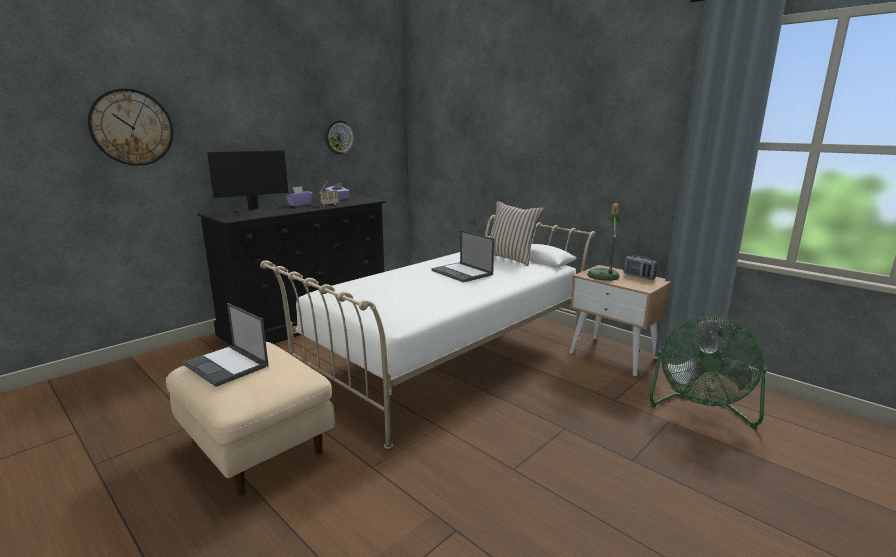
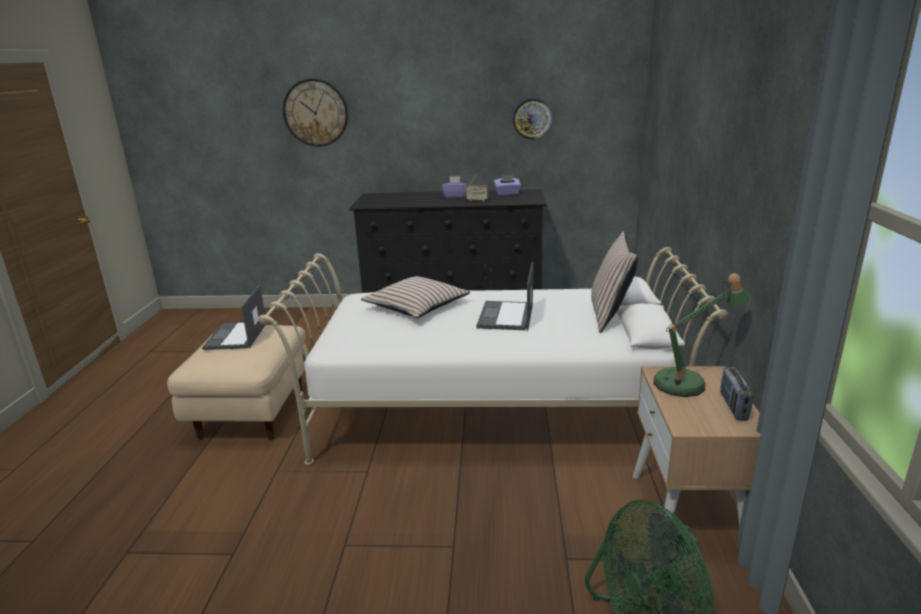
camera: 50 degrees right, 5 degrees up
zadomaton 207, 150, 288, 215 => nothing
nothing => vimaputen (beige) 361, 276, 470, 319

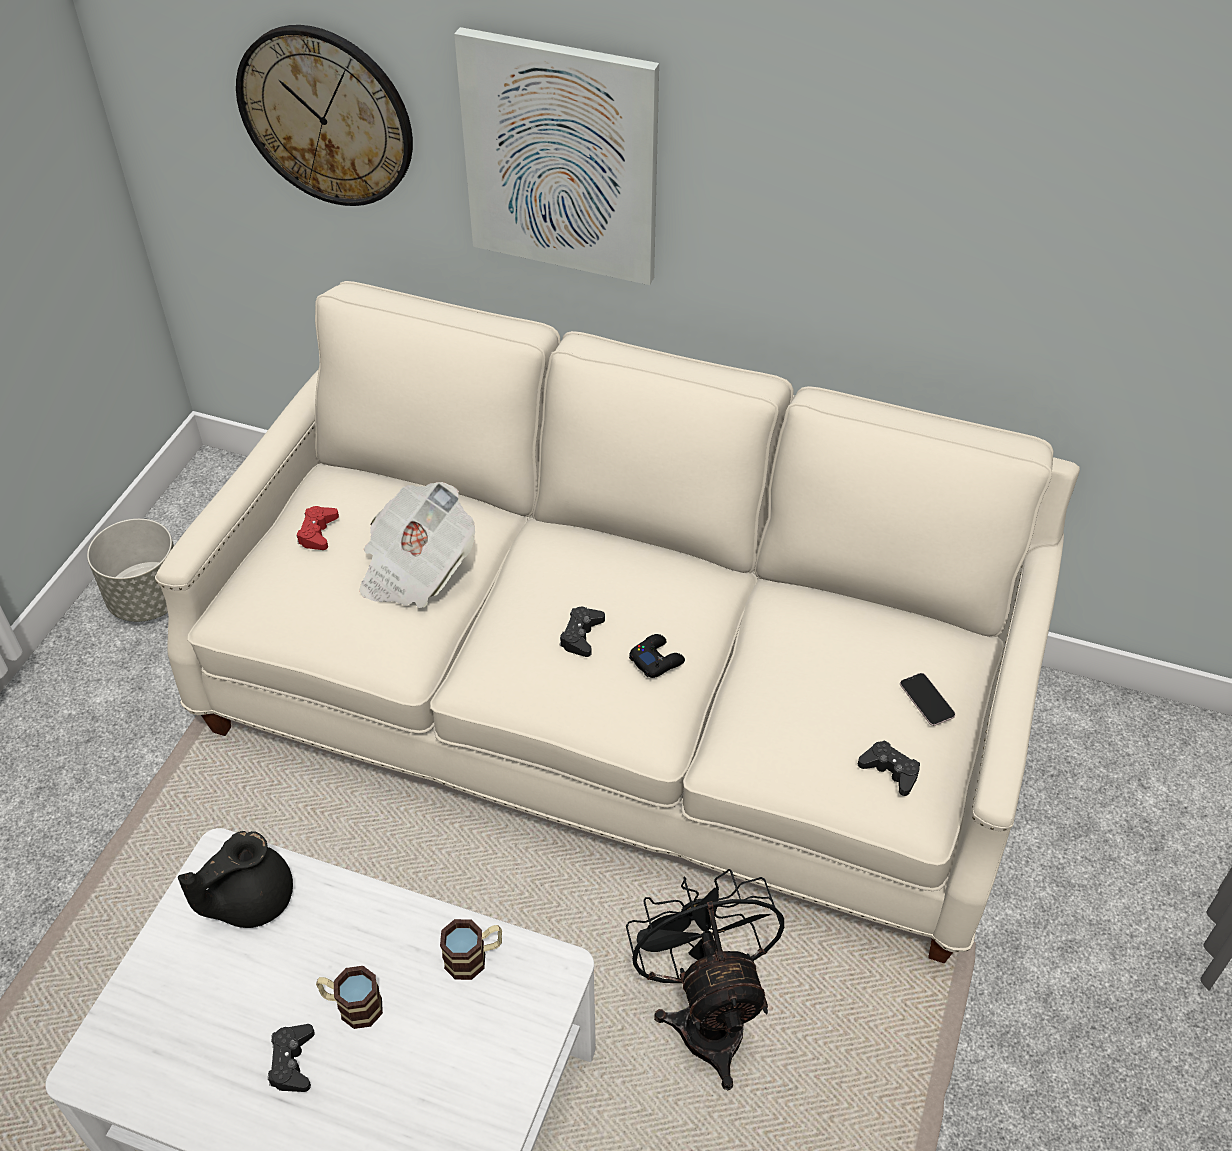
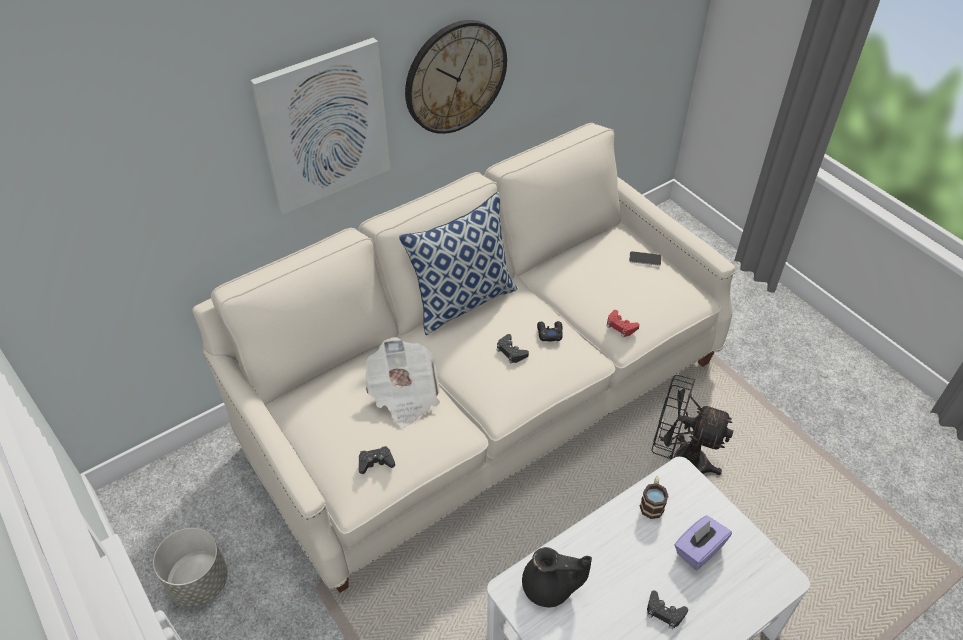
camera: 55 degrees left, 0 degrees up
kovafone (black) 178, 831, 293, 928 => kovafone (black) 522, 547, 592, 607, 75 degrees counterclockwise
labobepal 236, 25, 413, 206 => labobepal 405, 20, 507, 134, shifted
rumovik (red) 297, 506, 339, 550 => rumovik (red) 606, 310, 640, 337, shifted
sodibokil 316, 966, 383, 1029 => nothing
rumovik (black) 858, 740, 920, 796 => rumovik (black) 359, 446, 395, 474, shifted
nothing => vimaputen 399, 192, 518, 335
nothing => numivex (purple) 674, 516, 732, 570

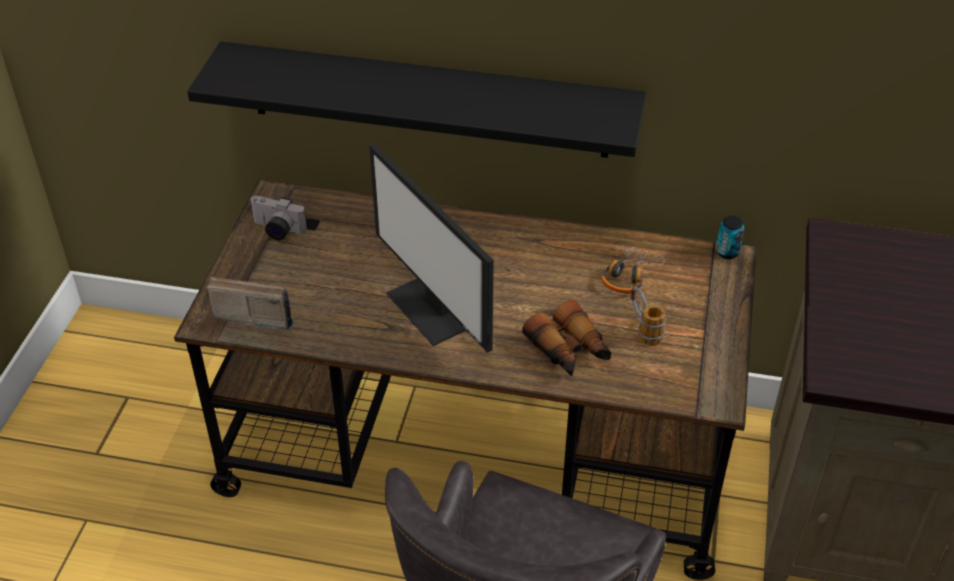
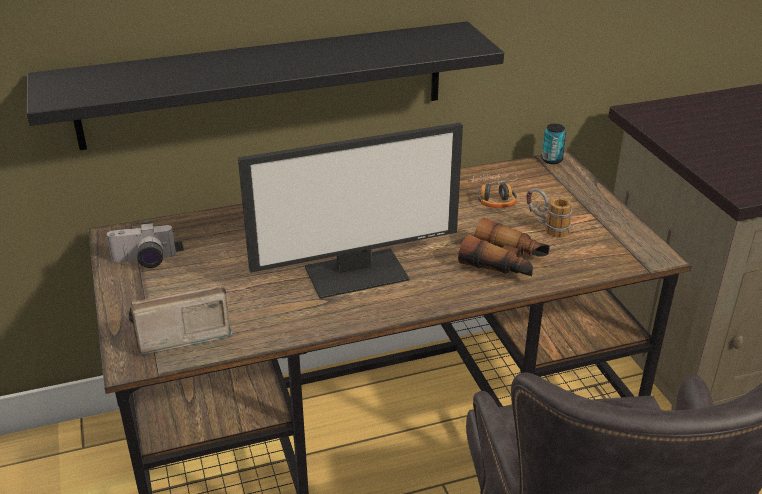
camera: 30 degrees left, 10 degrees down
zadomaton 369, 143, 494, 353 => zadomaton 238, 122, 463, 299, 45 degrees counterclockwise

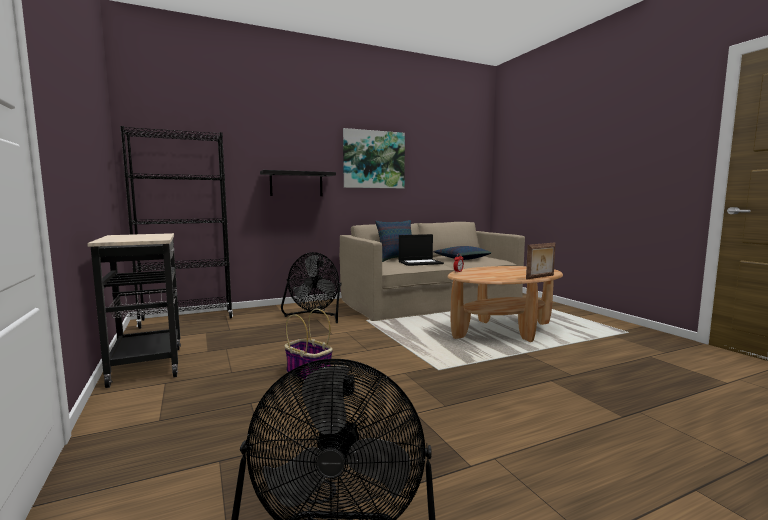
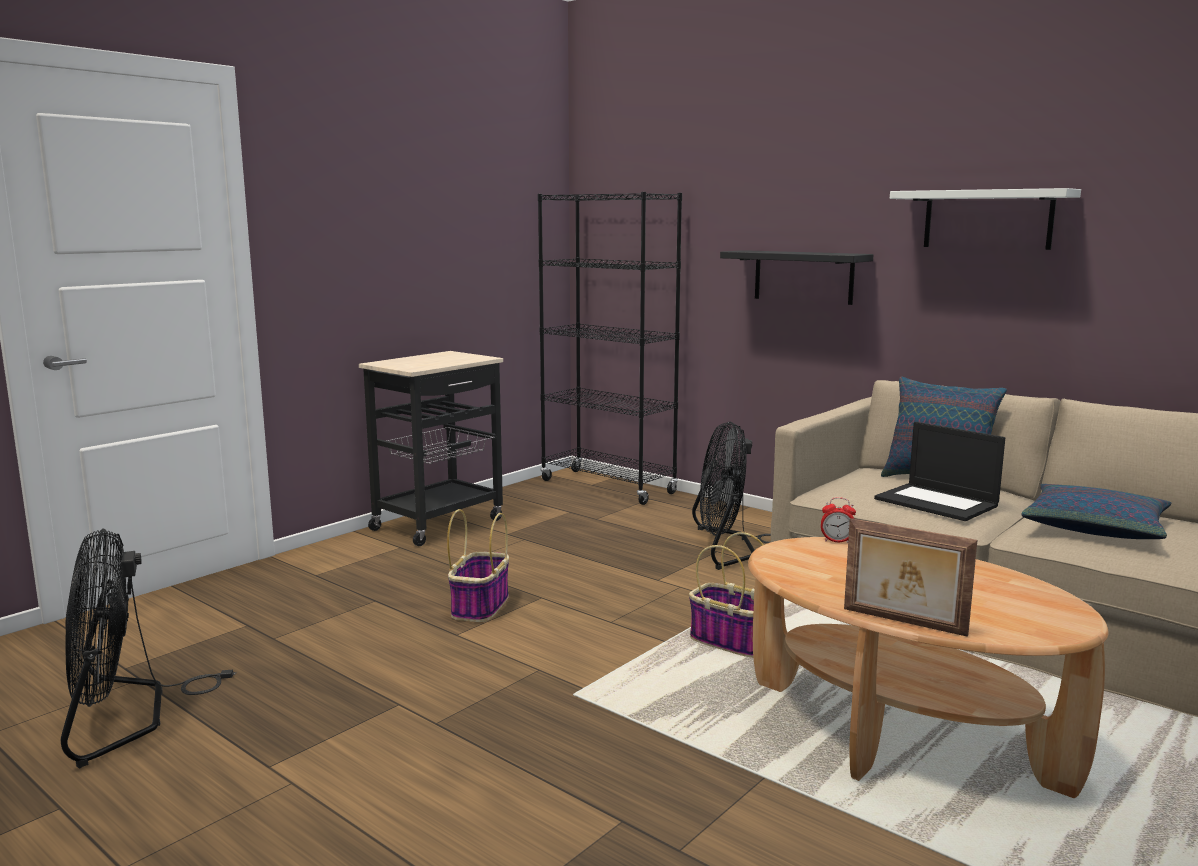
camera: 65 degrees right, 5 degrees up
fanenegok 343, 128, 405, 188 => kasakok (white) 890, 188, 1081, 250
nothing => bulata 689, 532, 764, 658

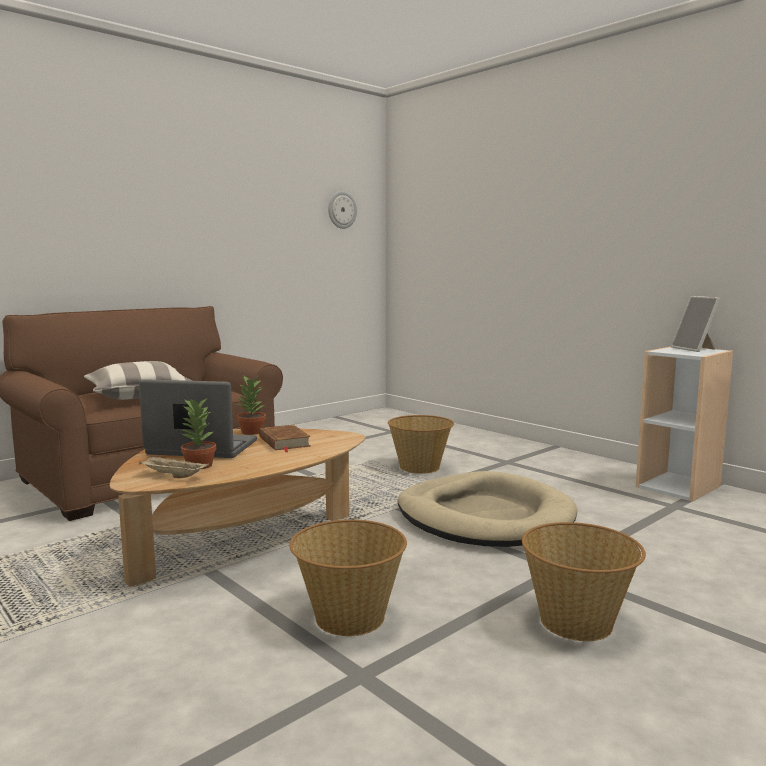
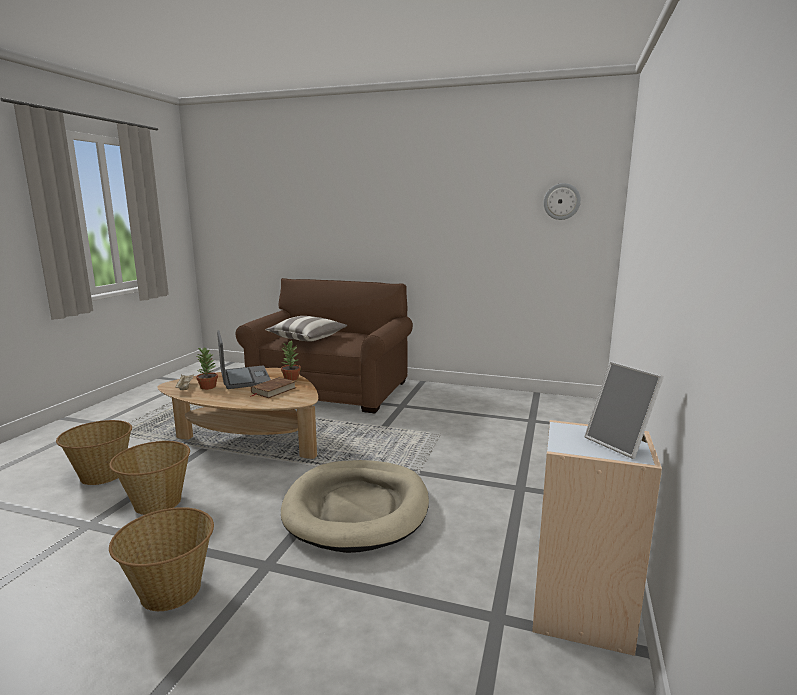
camera: 60 degrees right, 5 degrees up
bulata 388, 415, 454, 474 => bulata 56, 420, 132, 485, shifted
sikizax 671, 296, 720, 352 => sikizax 584, 361, 664, 459, 75 degrees counterclockwise

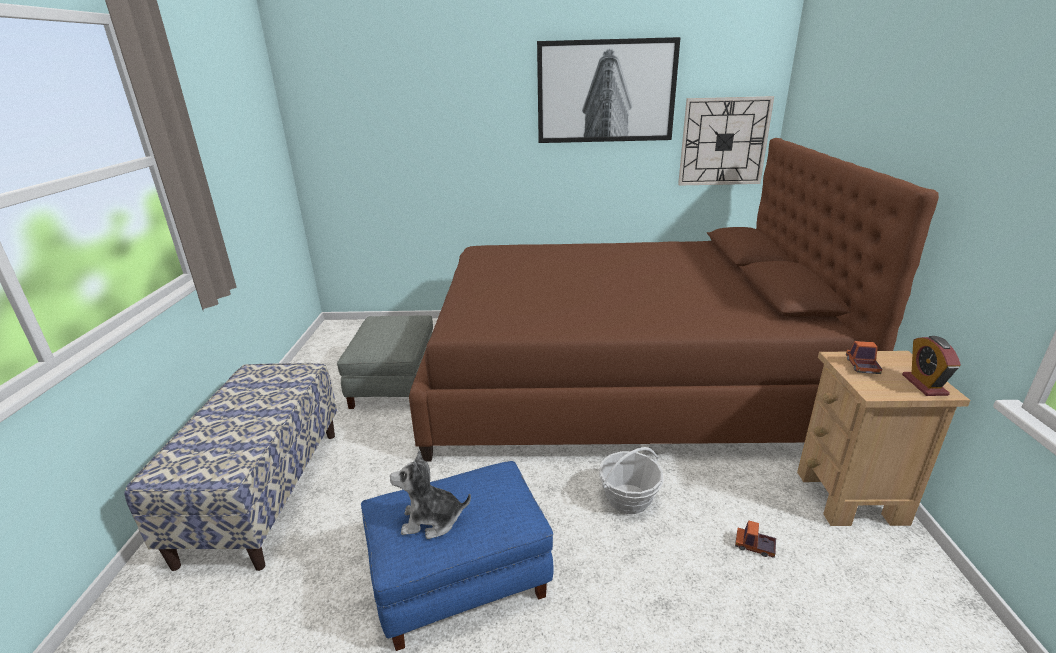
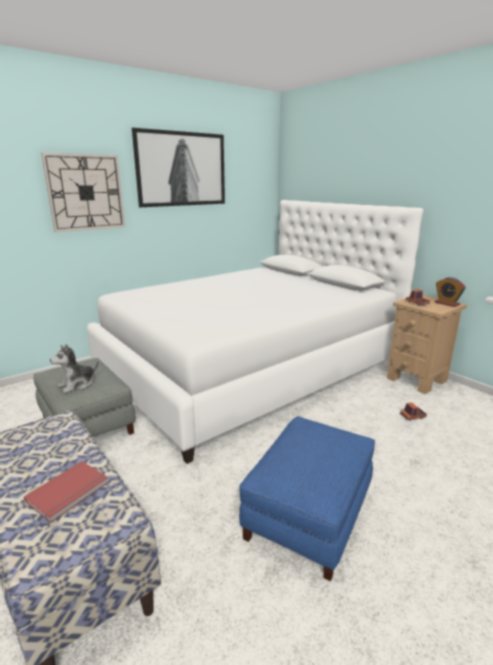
camera: 40 degrees left, 5 degrees down
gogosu 390, 450, 471, 539 => gogosu 50, 344, 99, 393, shifted
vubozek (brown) 409, 138, 939, 461 => vubozek (white) 87, 200, 423, 464
bulata 599, 447, 663, 514 => nothing
labobepal 678, 96, 774, 186 => labobepal 41, 153, 125, 232, shifted
nothing => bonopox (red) 24, 461, 109, 523

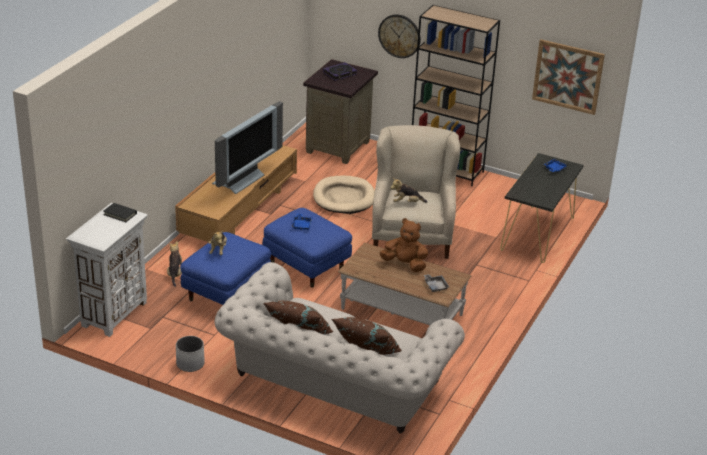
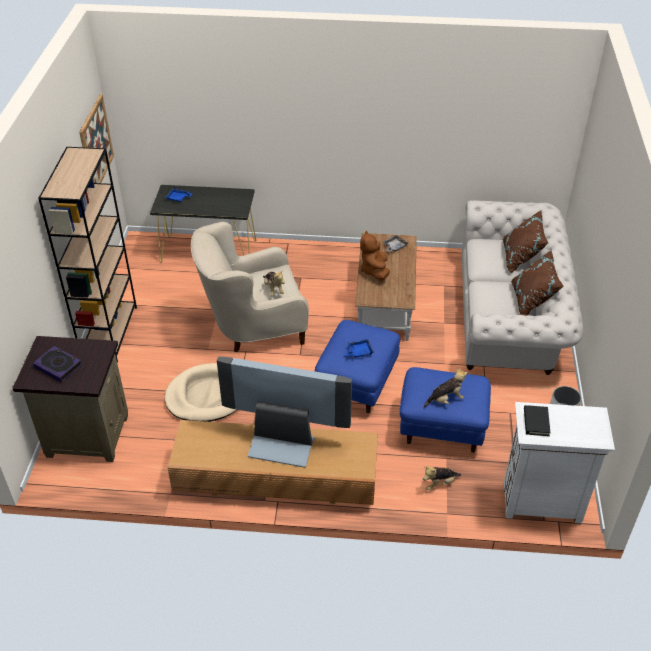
camera: 110 degrees left, 10 degrees up
labobepal 378, 14, 421, 58 => nothing

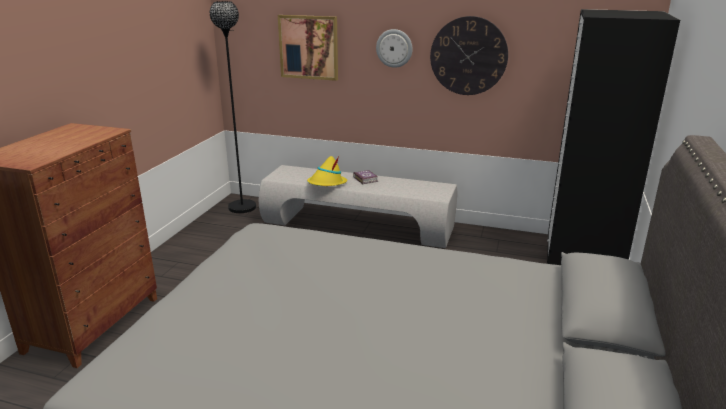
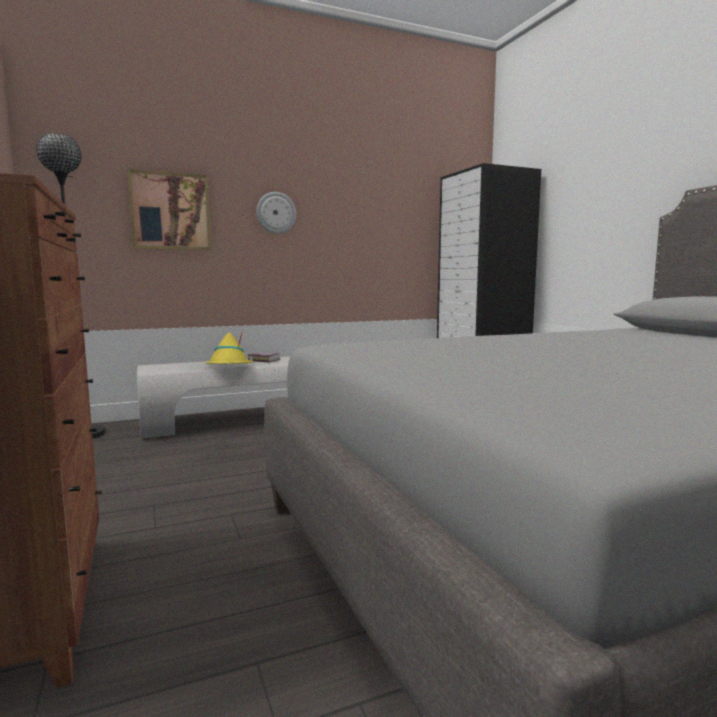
camera: 40 degrees left, 15 degrees down
labobepal 430, 16, 508, 95 => nothing

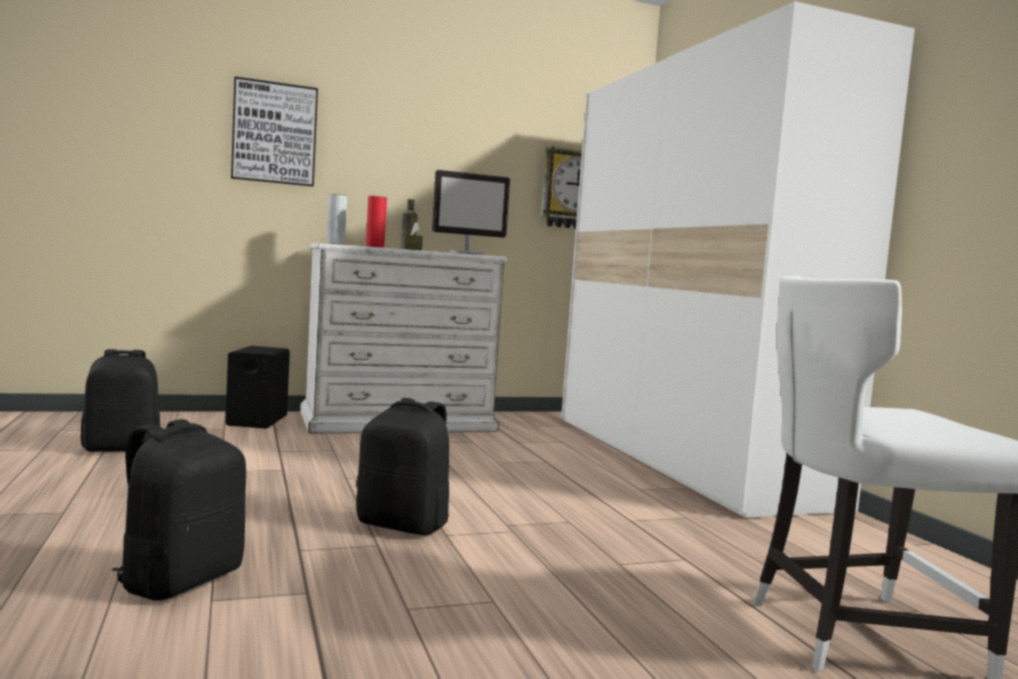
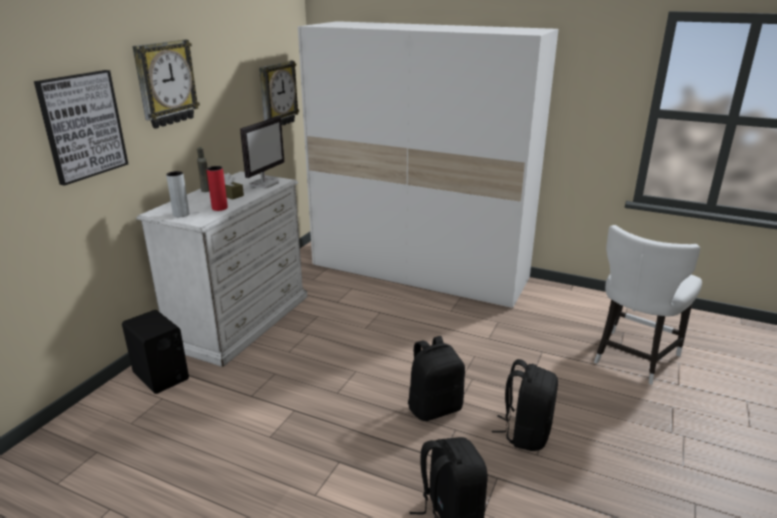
camera: 45 degrees left, 20 degrees up
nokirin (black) 81, 349, 160, 452 => nokirin (black) 492, 359, 558, 451, shifted
nothing => labobepal 132, 40, 200, 129

